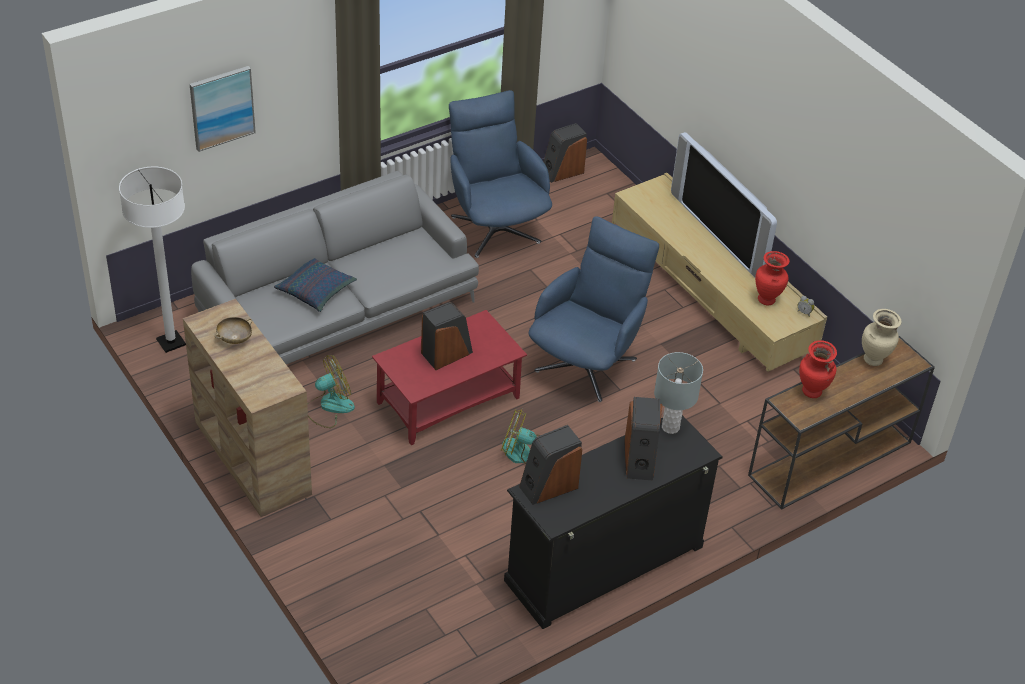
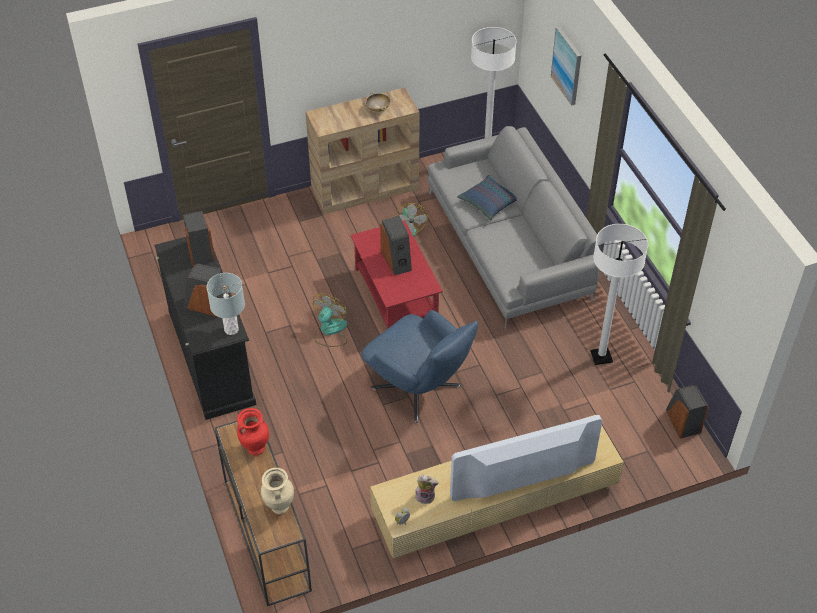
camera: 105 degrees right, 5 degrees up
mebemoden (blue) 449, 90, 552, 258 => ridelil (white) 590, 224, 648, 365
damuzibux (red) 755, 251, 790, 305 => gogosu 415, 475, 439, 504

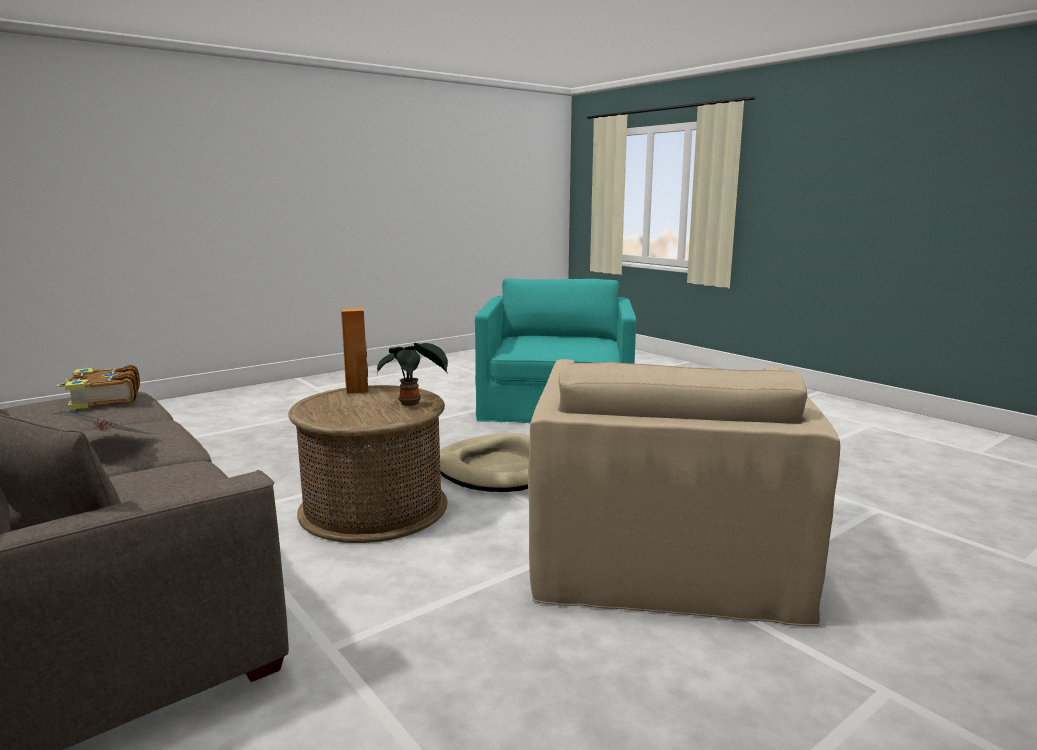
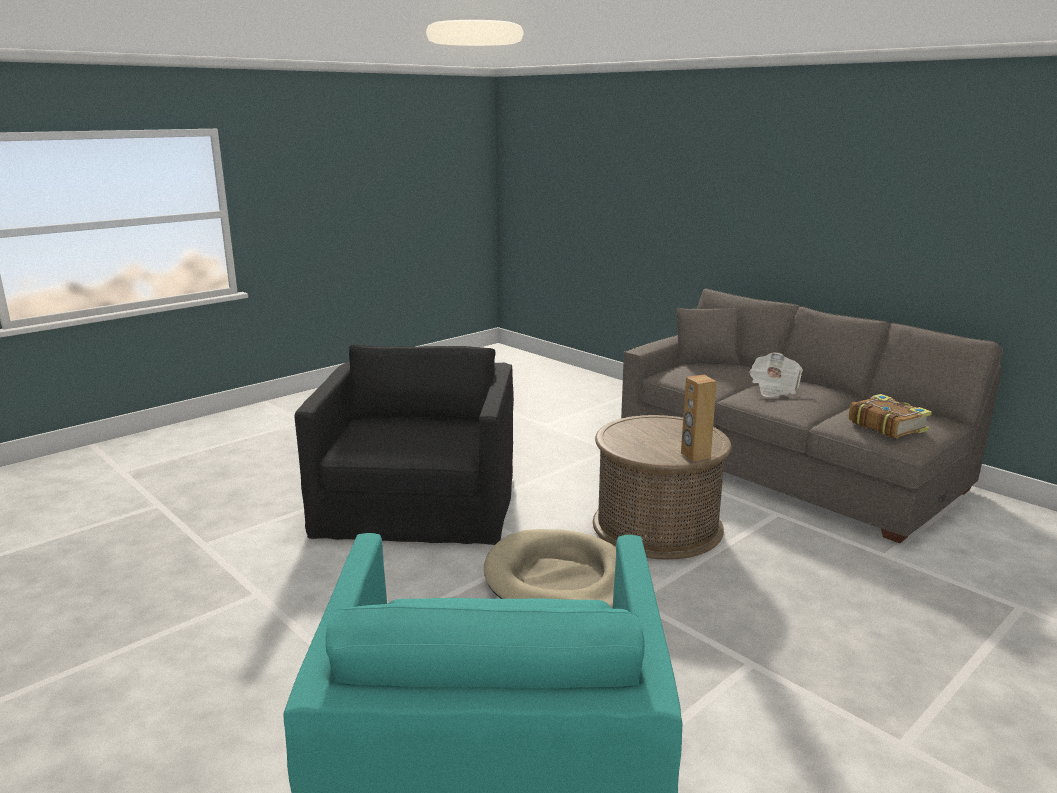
camera: 175 degrees right, 5 degrees up
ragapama 377, 343, 448, 406 => nothing
mebemoden (beige) 528, 359, 840, 626 => mebemoden (black) 295, 345, 514, 545

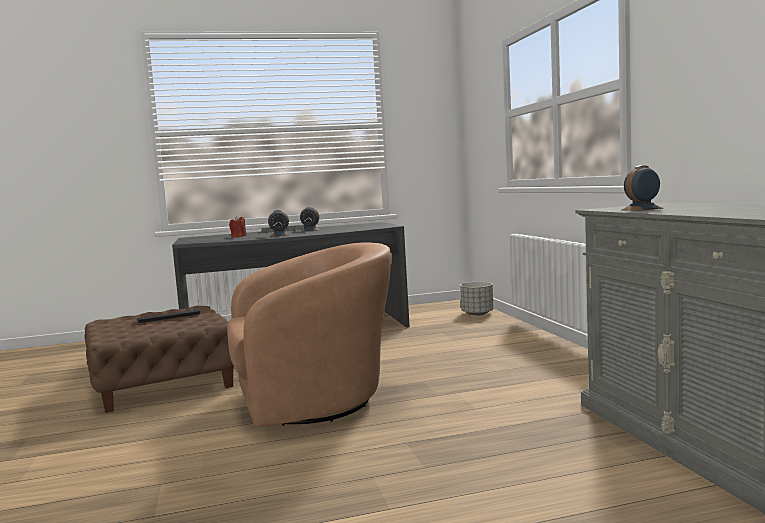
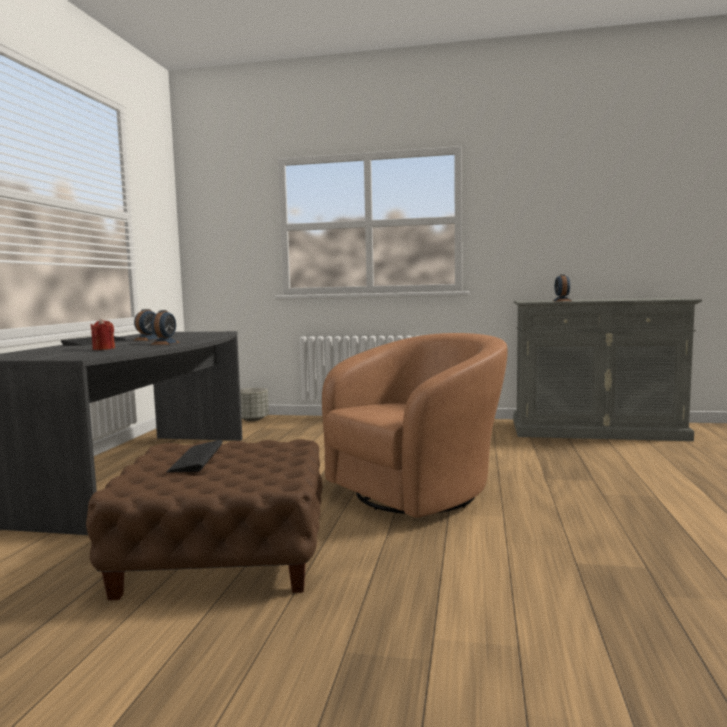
camera: 65 degrees left, 0 degrees up
mebemoden (brown) 227, 242, 392, 427 => mebemoden (brown) 322, 333, 508, 518, 45 degrees clockwise

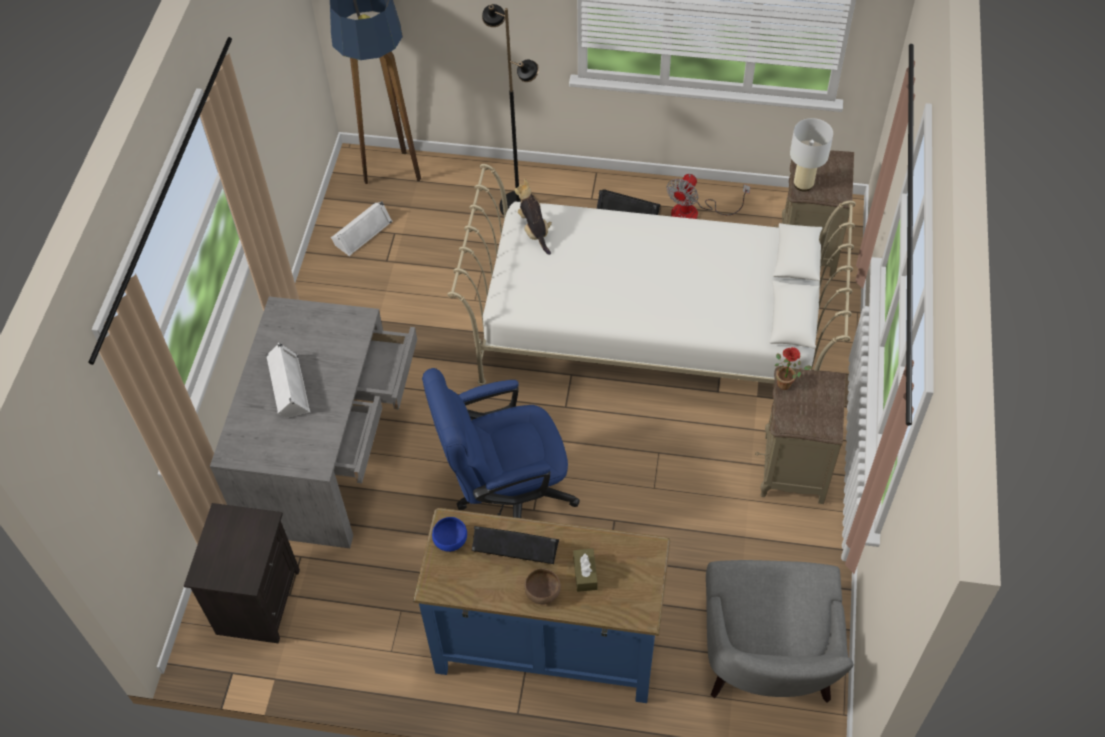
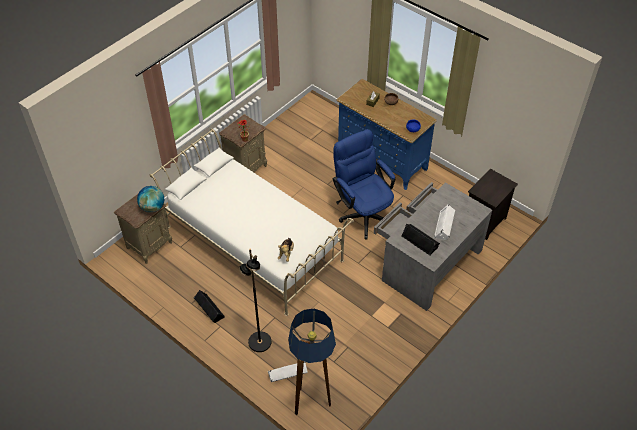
camera: 150 degrees left, 5 degrees down
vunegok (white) 331, 201, 393, 256 => vunegok (white) 268, 361, 308, 382, shifted
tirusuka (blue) 422, 368, 580, 518 => tirusuka (blue) 333, 129, 395, 240, 135 degrees counterclockwise
vunegok (black) 472, 526, 559, 564 => vunegok (black) 401, 224, 440, 256, shifted
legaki 667, 174, 750, 219 => nothing
mebemoden (grey) 706, 560, 853, 703 => nothing
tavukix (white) 790, 118, 833, 191 => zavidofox 137, 186, 164, 213

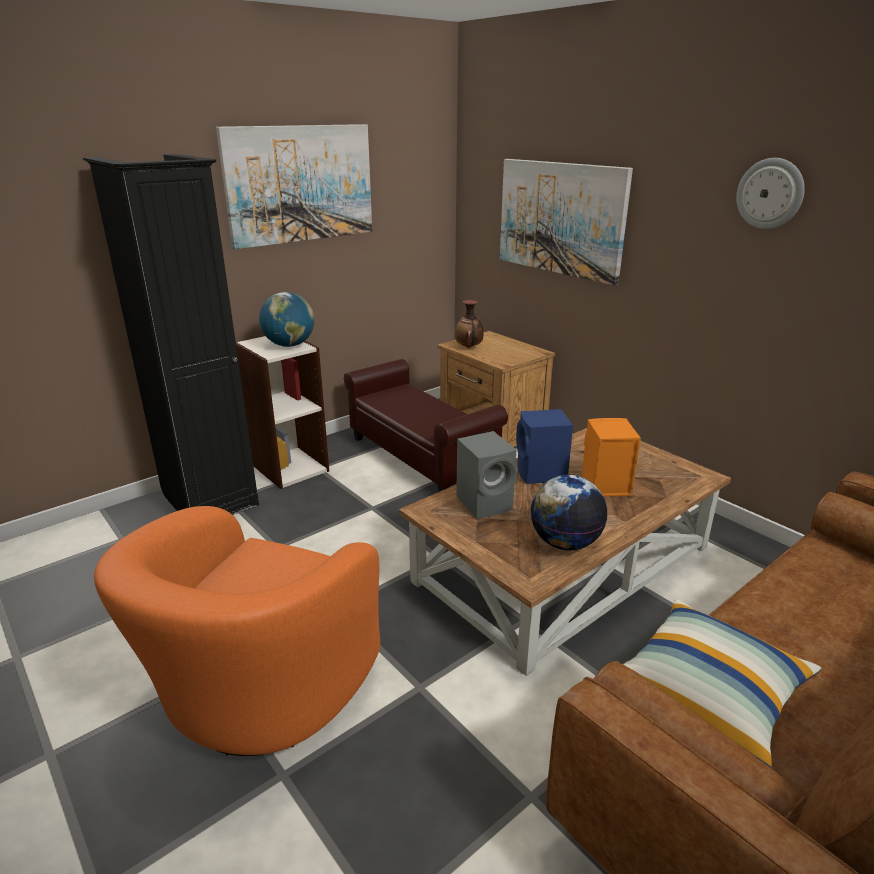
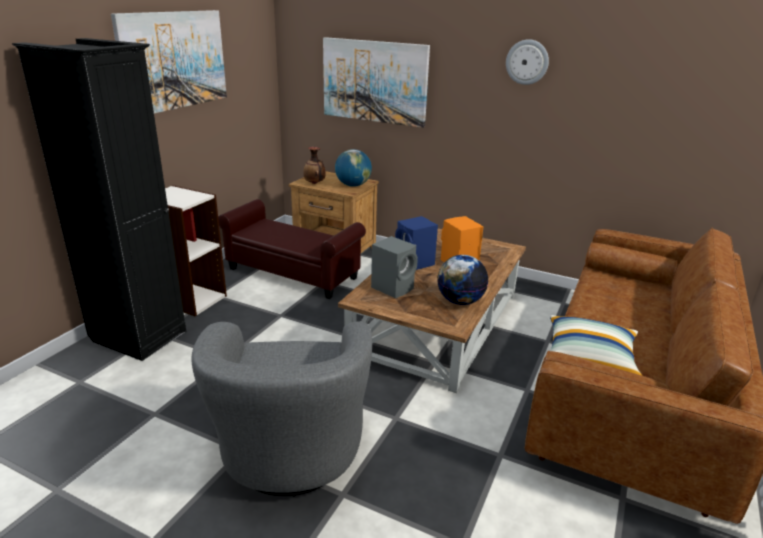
camera: 25 degrees left, 0 degrees up
mebemoden (orange) 94, 506, 380, 756 => mebemoden (grey) 192, 321, 372, 496
zavidofox 259, 292, 314, 347 => zavidofox 335, 149, 372, 187, shifted

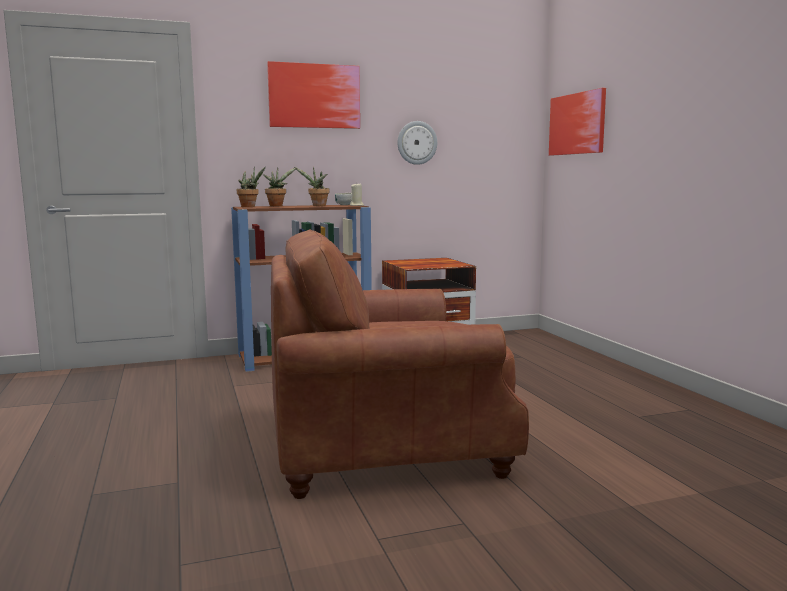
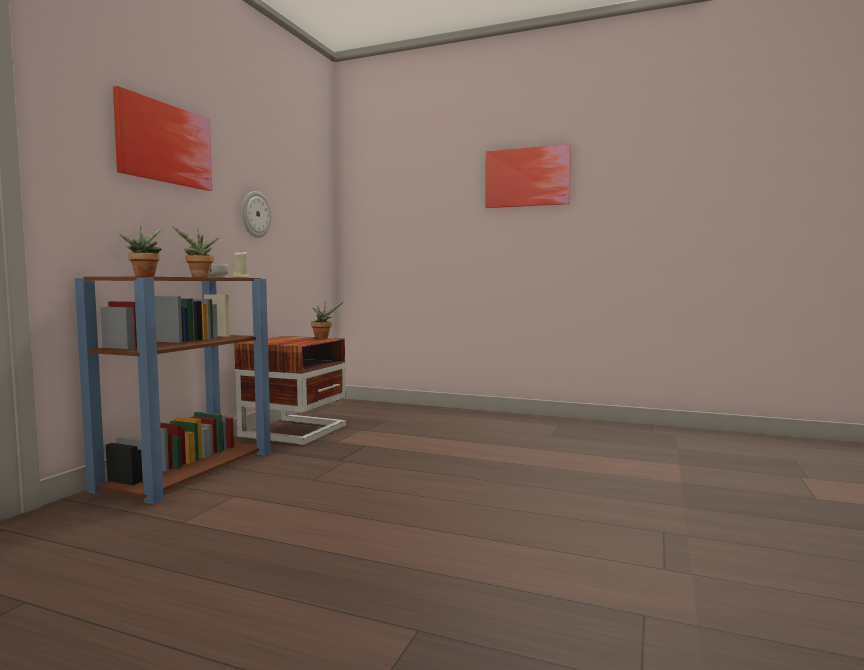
camera: 50 degrees left, 5 degrees down
ragapama 237, 167, 266, 207 => ragapama 311, 301, 344, 339, shifted
mebemoden (brown) 271, 229, 529, 499 => nothing
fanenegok 549, 88, 606, 156 => fanenegok 485, 144, 571, 208, shifted

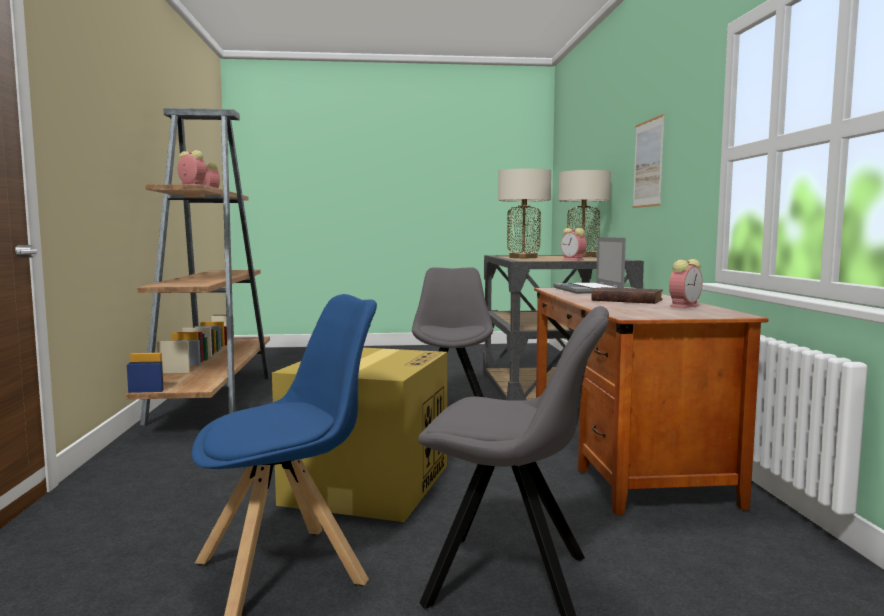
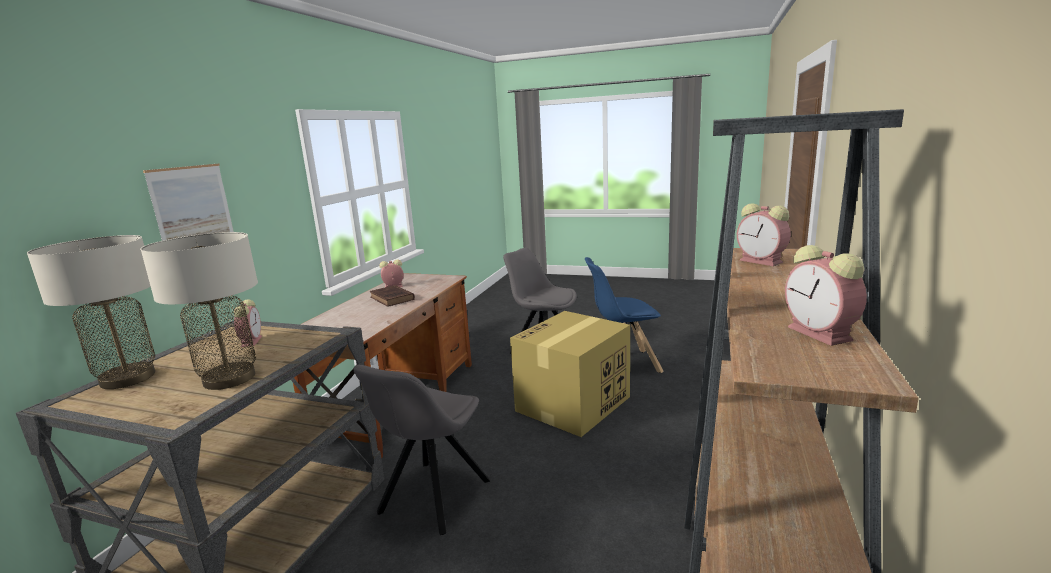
camera: 155 degrees left, 10 degrees up
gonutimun 553, 237, 626, 294 => nothing

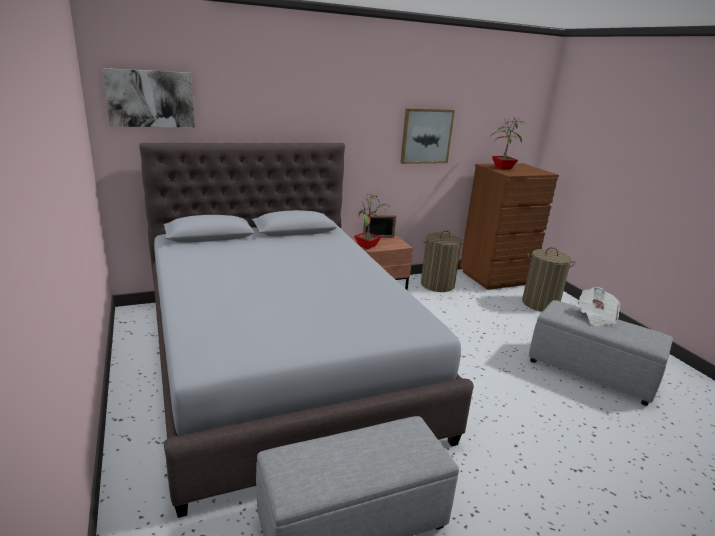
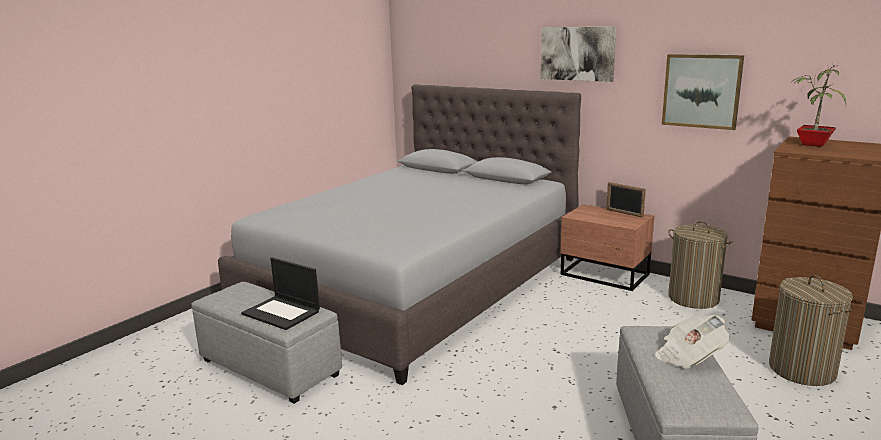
camera: 60 degrees right, 5 degrees down
fanenegok 102, 68, 195, 127 => fanenegok 540, 27, 616, 82, shifted
ragapama 354, 195, 390, 249 => nothing
nothing => gonutimun 241, 257, 320, 330

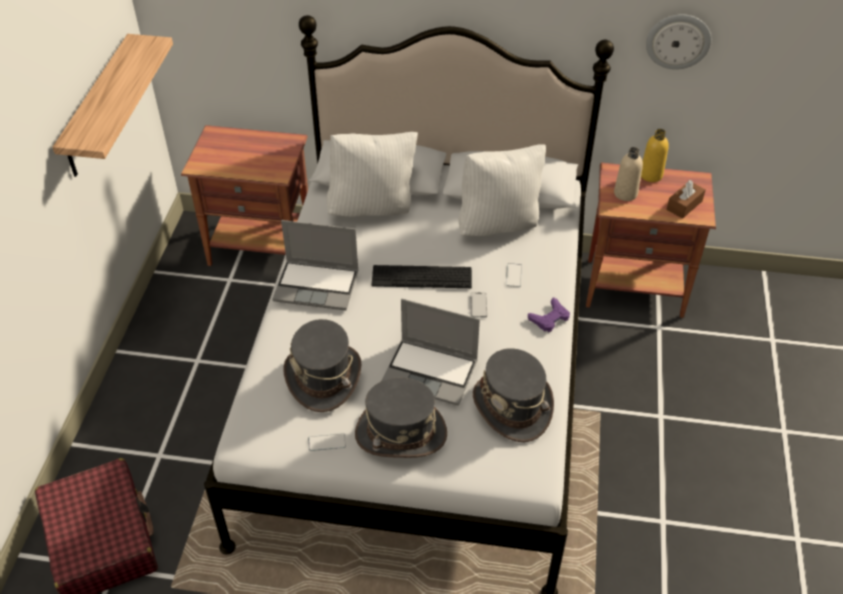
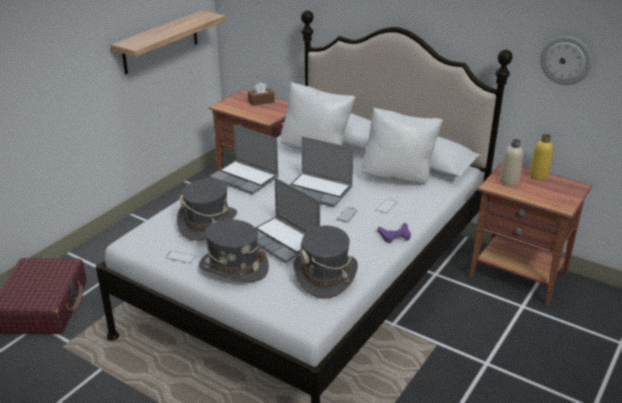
camera: 25 degrees right, 15 degrees down
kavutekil 372, 265, 472, 288 => gonutimun 290, 136, 354, 207
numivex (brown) 666, 180, 706, 219 => numivex (brown) 248, 82, 275, 106, shifted

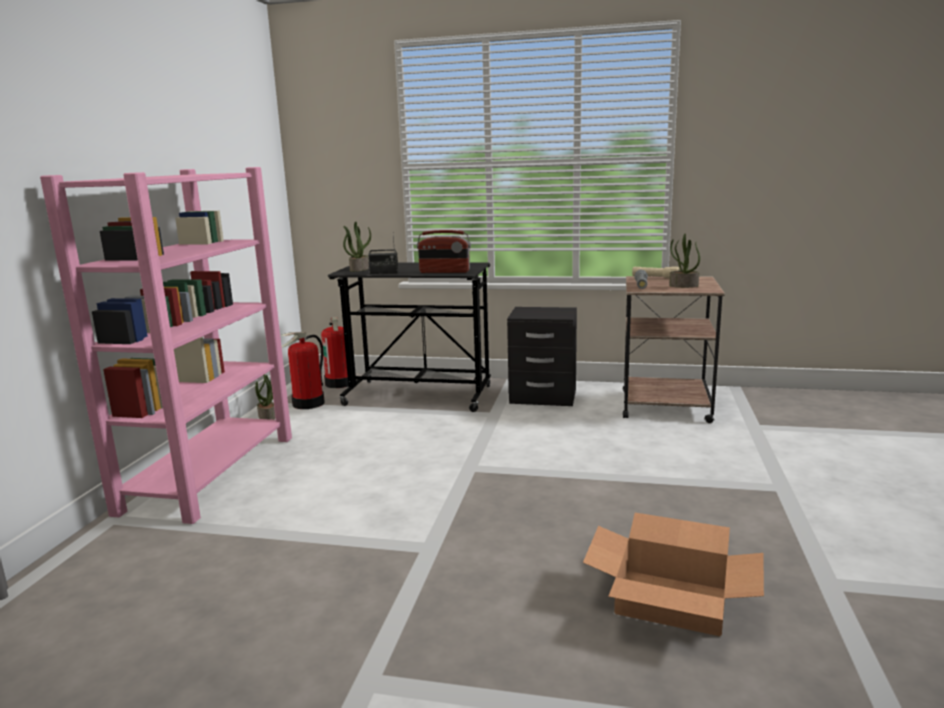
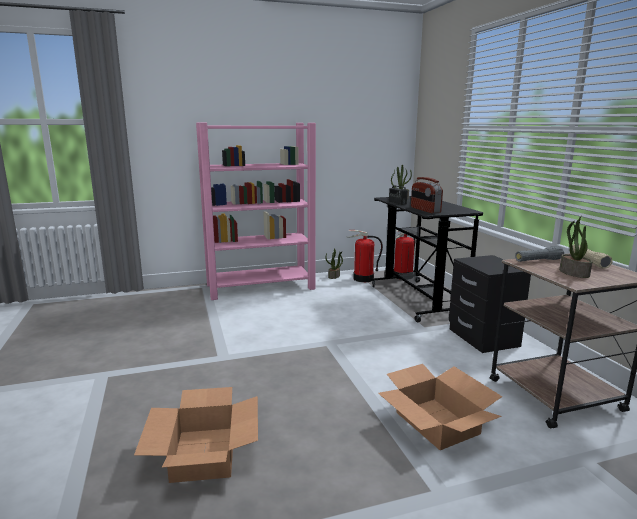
camera: 60 degrees right, 0 degrees up
nothing => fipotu 378, 364, 502, 450

